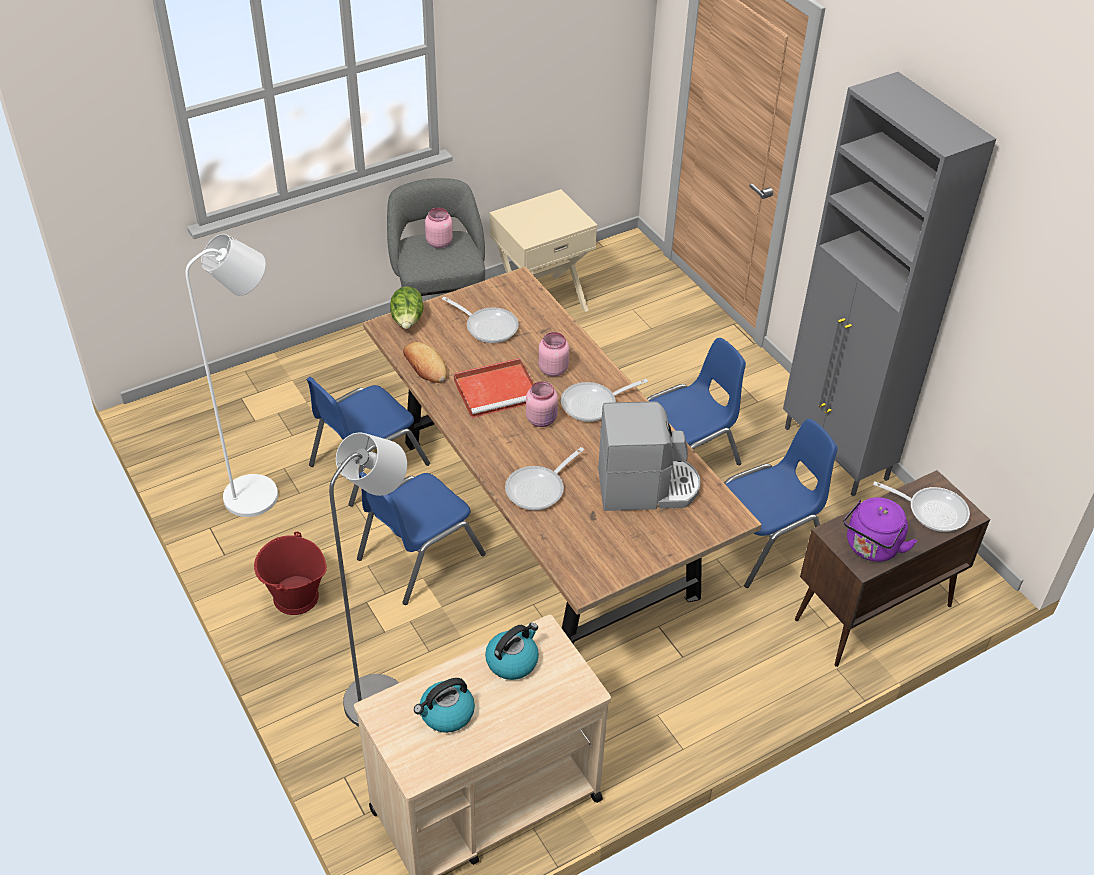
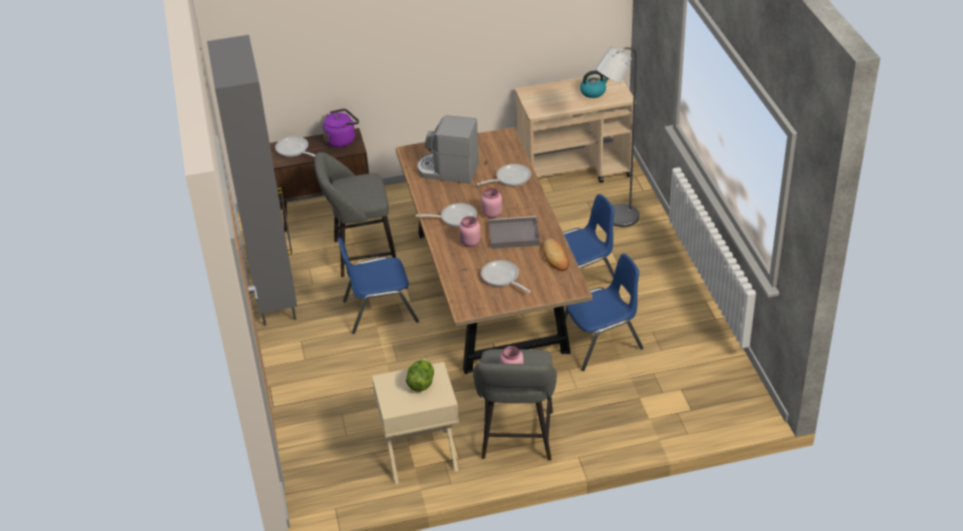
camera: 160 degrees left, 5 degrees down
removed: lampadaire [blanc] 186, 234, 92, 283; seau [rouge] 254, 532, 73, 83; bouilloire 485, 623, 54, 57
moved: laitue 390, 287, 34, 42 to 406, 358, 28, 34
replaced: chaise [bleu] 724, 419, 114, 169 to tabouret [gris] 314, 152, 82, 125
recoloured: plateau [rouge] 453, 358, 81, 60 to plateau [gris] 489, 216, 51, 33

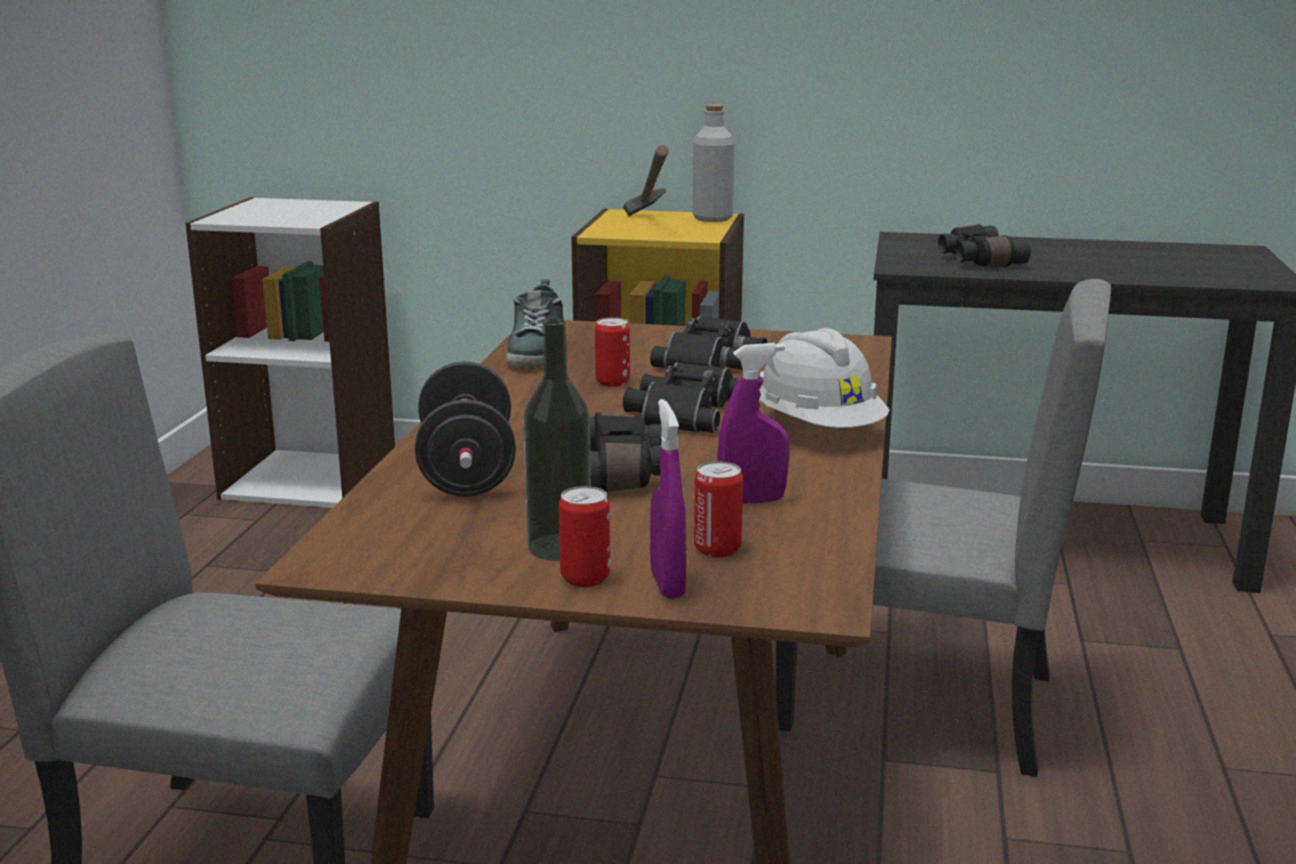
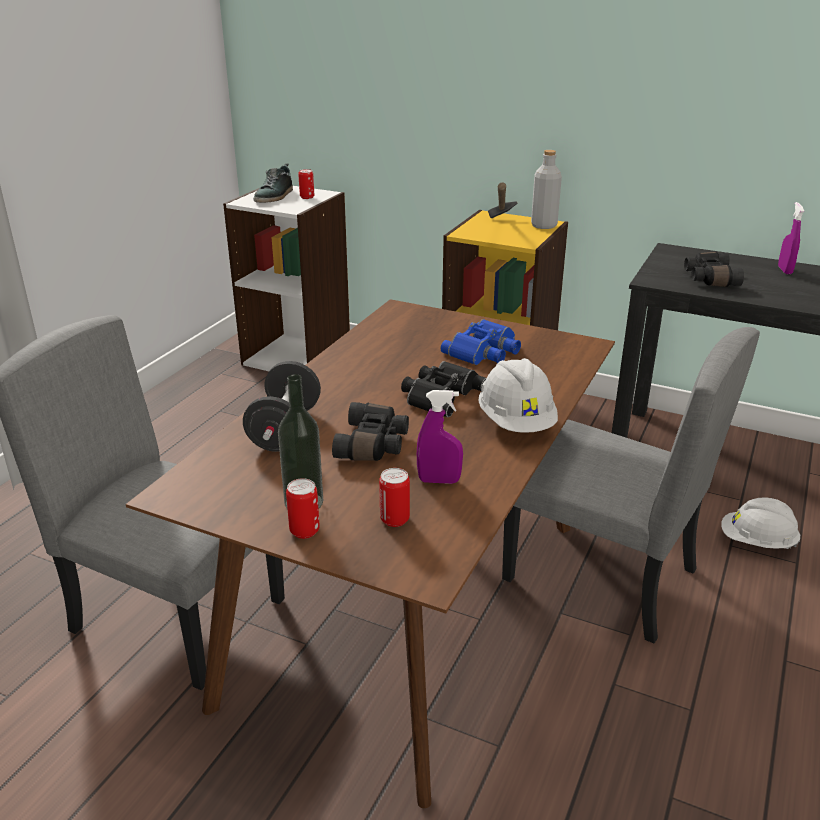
camera: 15 degrees right, 10 degrees up
added: casque de chantier [blanc] 721, 497, 79, 52
moved: chaussure 506, 279, 57, 88 to 253, 163, 40, 40; boîte métallique 595, 317, 35, 70 to 298, 169, 16, 30; vaporisateur [violet] 650, 399, 36, 200 to 778, 202, 26, 72
recoloured: jumelles [noir] 650, 316, 118, 54 to jumelles [bleu] 440, 319, 81, 46

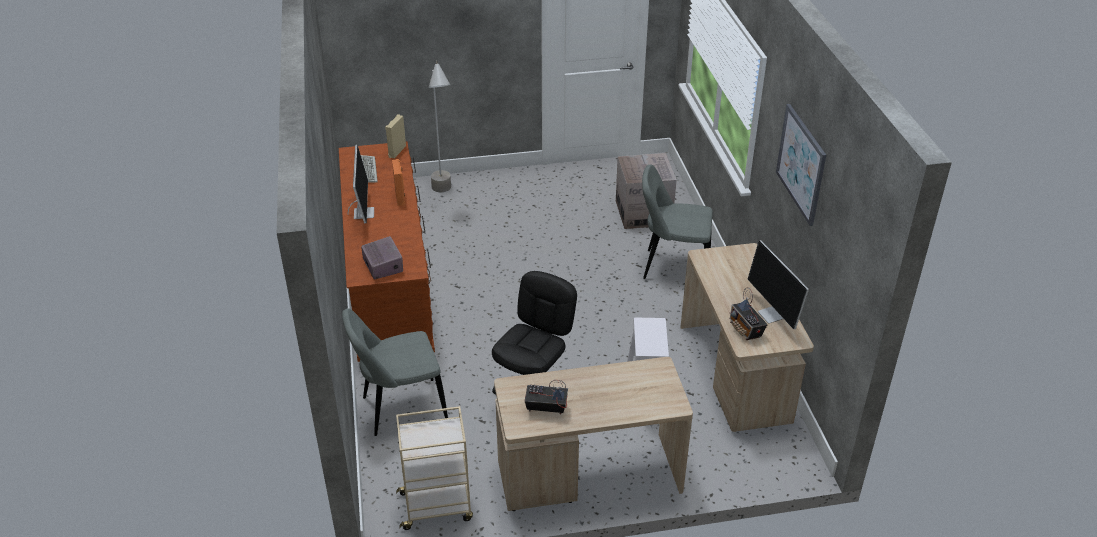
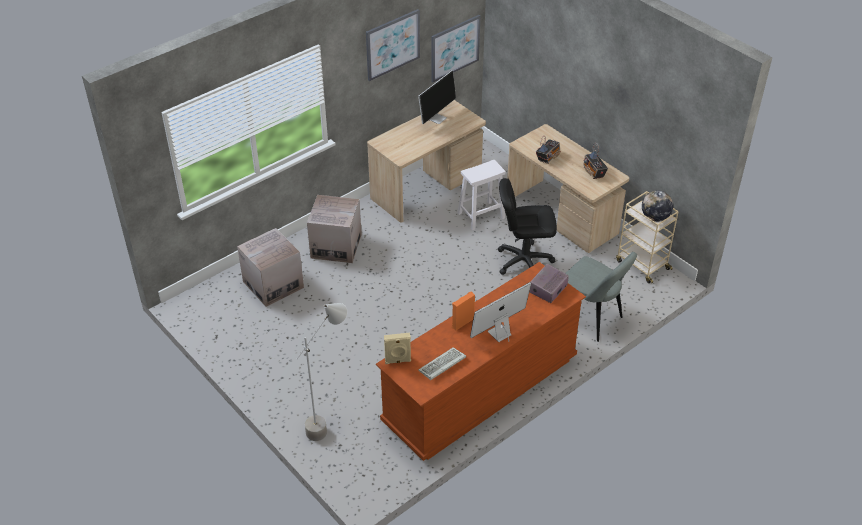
camera: 120 degrees left, 5 degrees up
added: tableau 431, 15, 49, 68; globe 642, 191, 31, 31
moved: radio 730, 287, 38, 53 to 536, 137, 25, 27
replaced: chaise [gris] 642, 165, 71, 114 to carton 307, 195, 55, 68

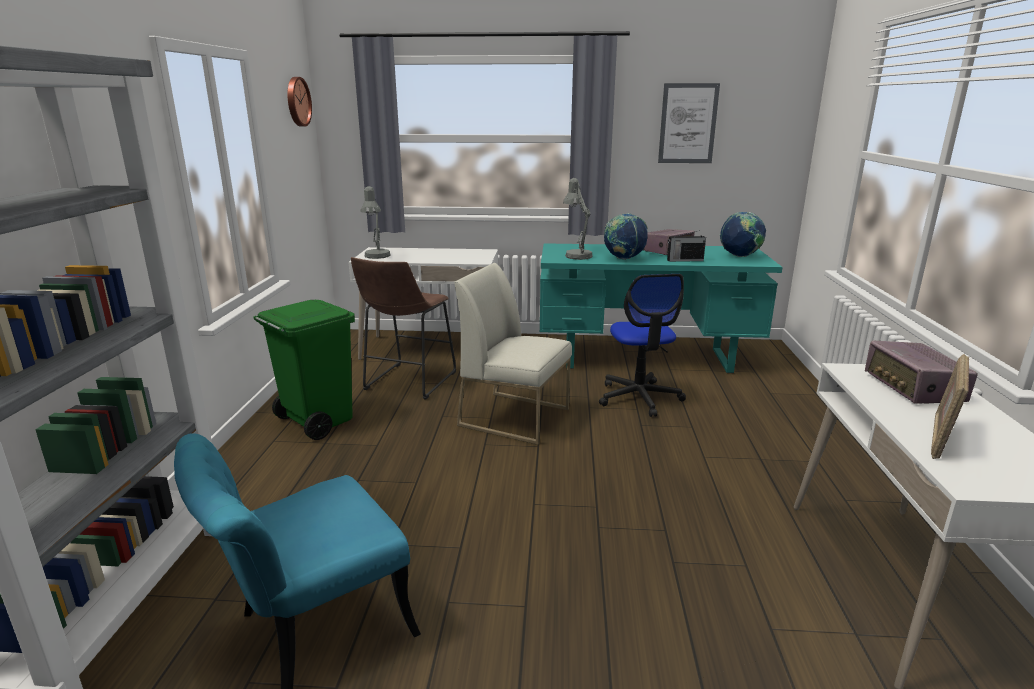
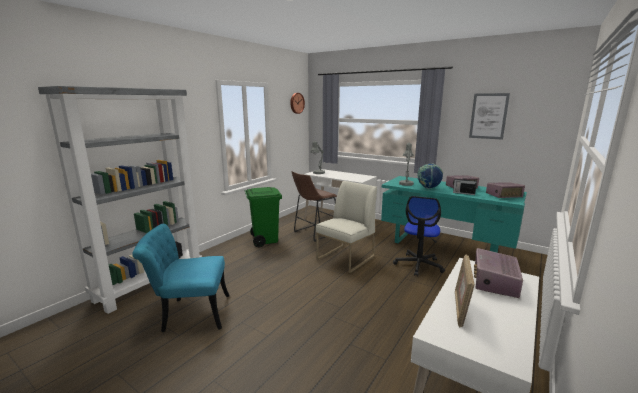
camera: 30 degrees right, 5 degrees down
replaced: globe 720, 212, 46, 45 to radio 486, 182, 39, 16
turned: chaise [blanc] 454, 263, 118, 182 = 316, 181, 61, 92 75 degrees clockwise; cadre photo 931, 354, 38, 105 = 455, 255, 20, 73 45 degrees counterclockwise

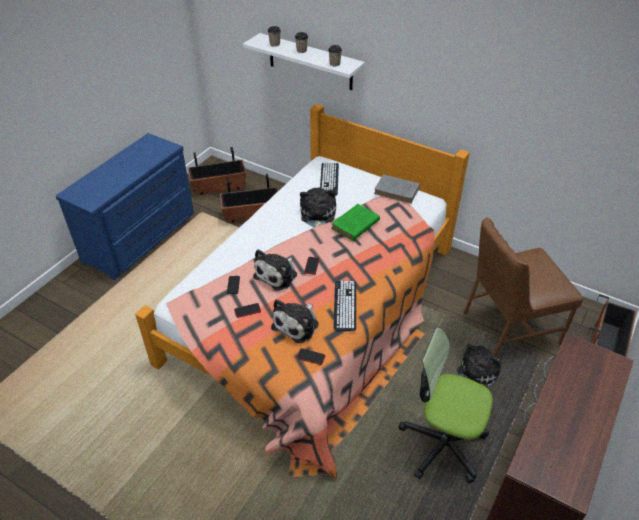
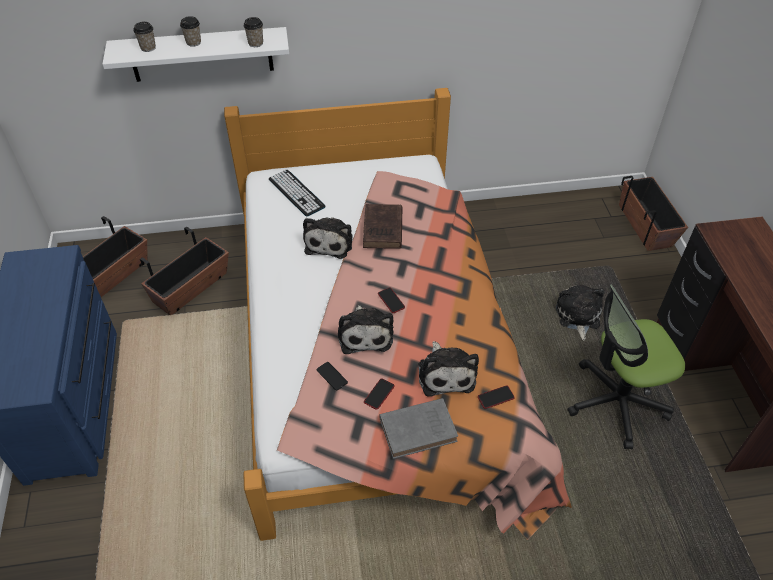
camera: 40 degrees left, 5 degrees up
removed: clavier 333, 281, 23, 50; chaise [marron] 463, 217, 120, 140
moved: livre [gris] 374, 174, 46, 30 to 379, 398, 79, 61
recoloured: livre [vert] 331, 204, 49, 37 to livre [marron] 363, 204, 39, 45
turned: peluche 300, 188, 36, 40 = 303, 217, 50, 42 135 degrees counterclockwise

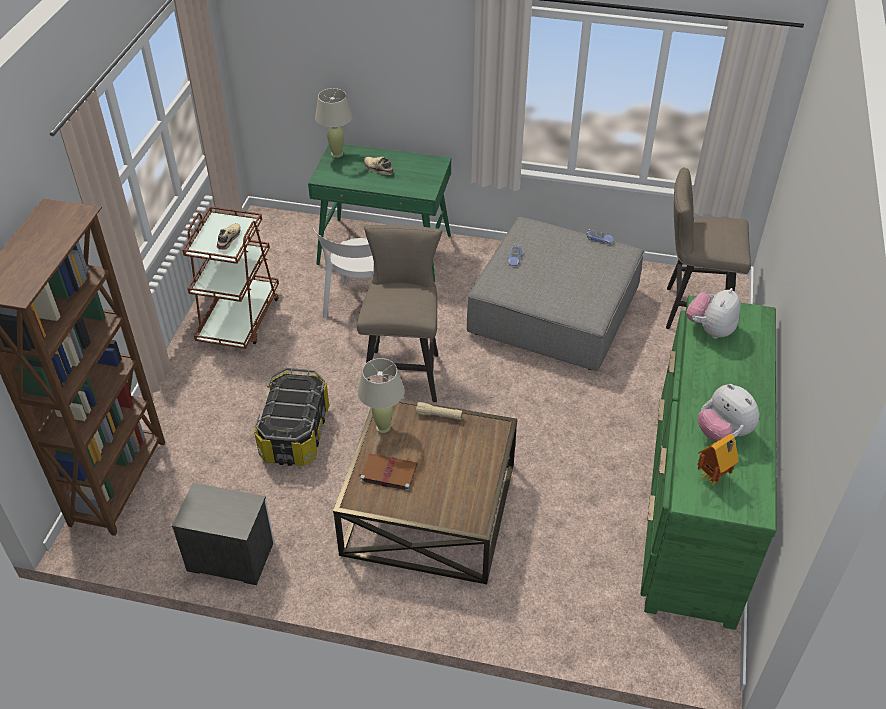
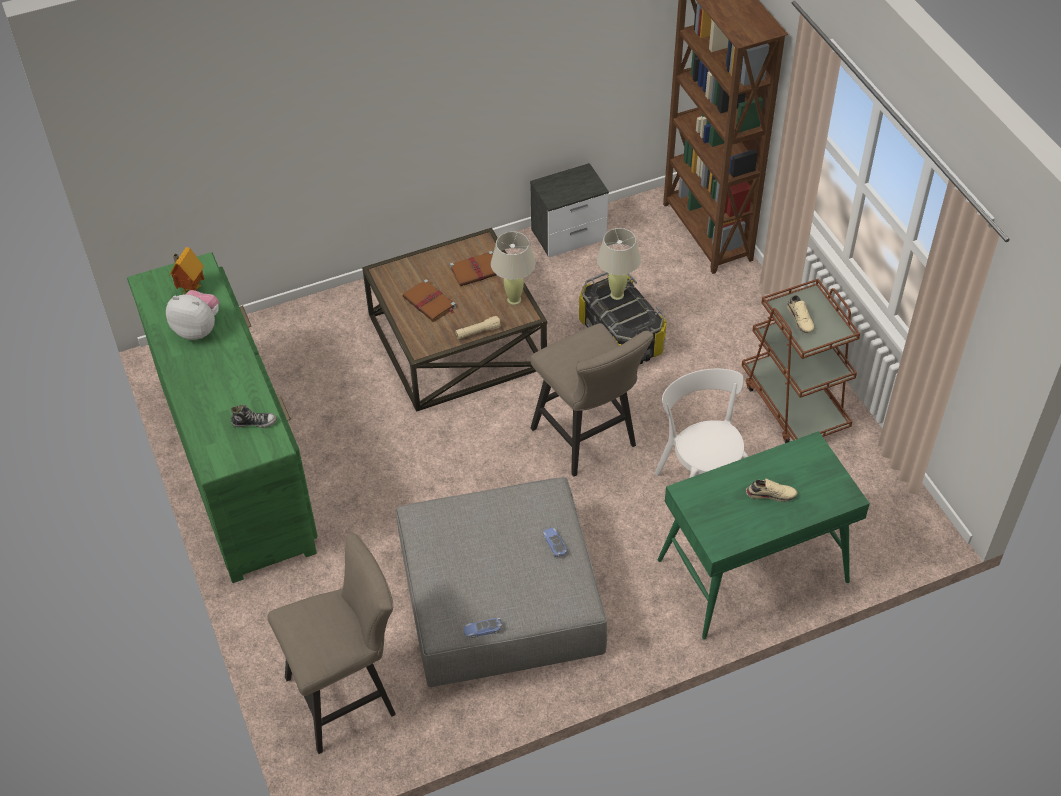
camera: 145 degrees right, 5 degrees up
added: livre [marron] 403, 279, 53, 43
moved: lampe de table [beige] 315, 88, 38, 70 to 597, 228, 44, 72
replaced: peluche 686, 288, 55, 50 to chaussure 231, 405, 46, 23

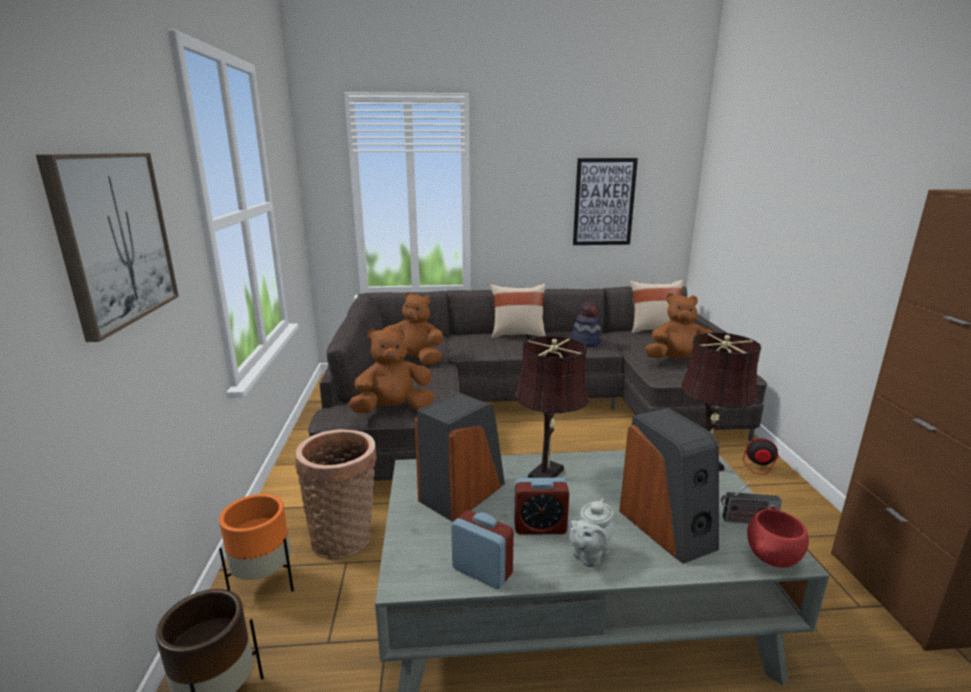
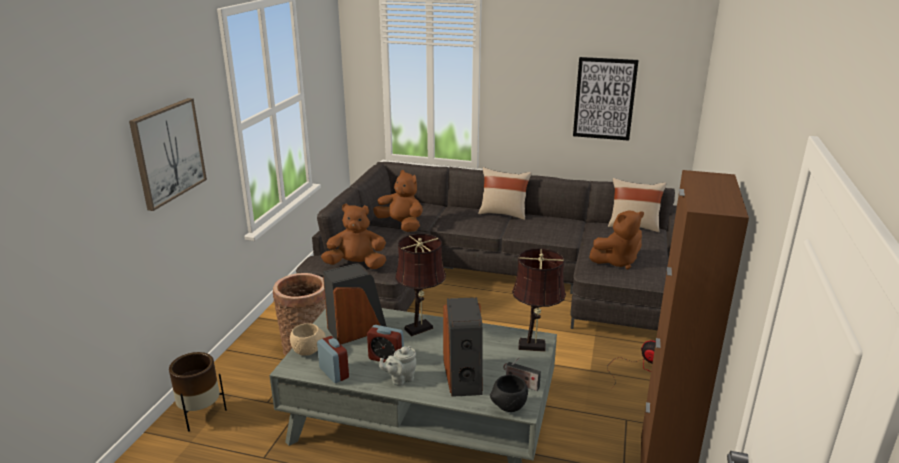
camera: 20 degrees right, 5 degrees up
removed: cache-pot [orange] 219, 494, 75, 98; chapeau 571, 302, 31, 45
added: bol [beige] 290, 323, 35, 33
recoloured: bol [rouge] 747, 509, 62, 59 to bol [noir] 490, 374, 38, 38
turned: peluche [marron] 645, 293, 69, 66 = 589, 210, 55, 59 135 degrees clockwise

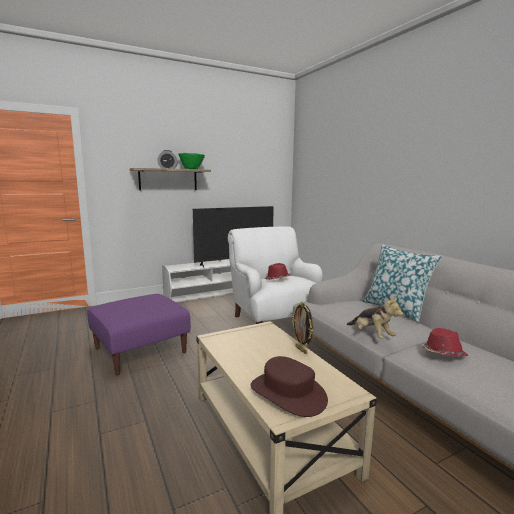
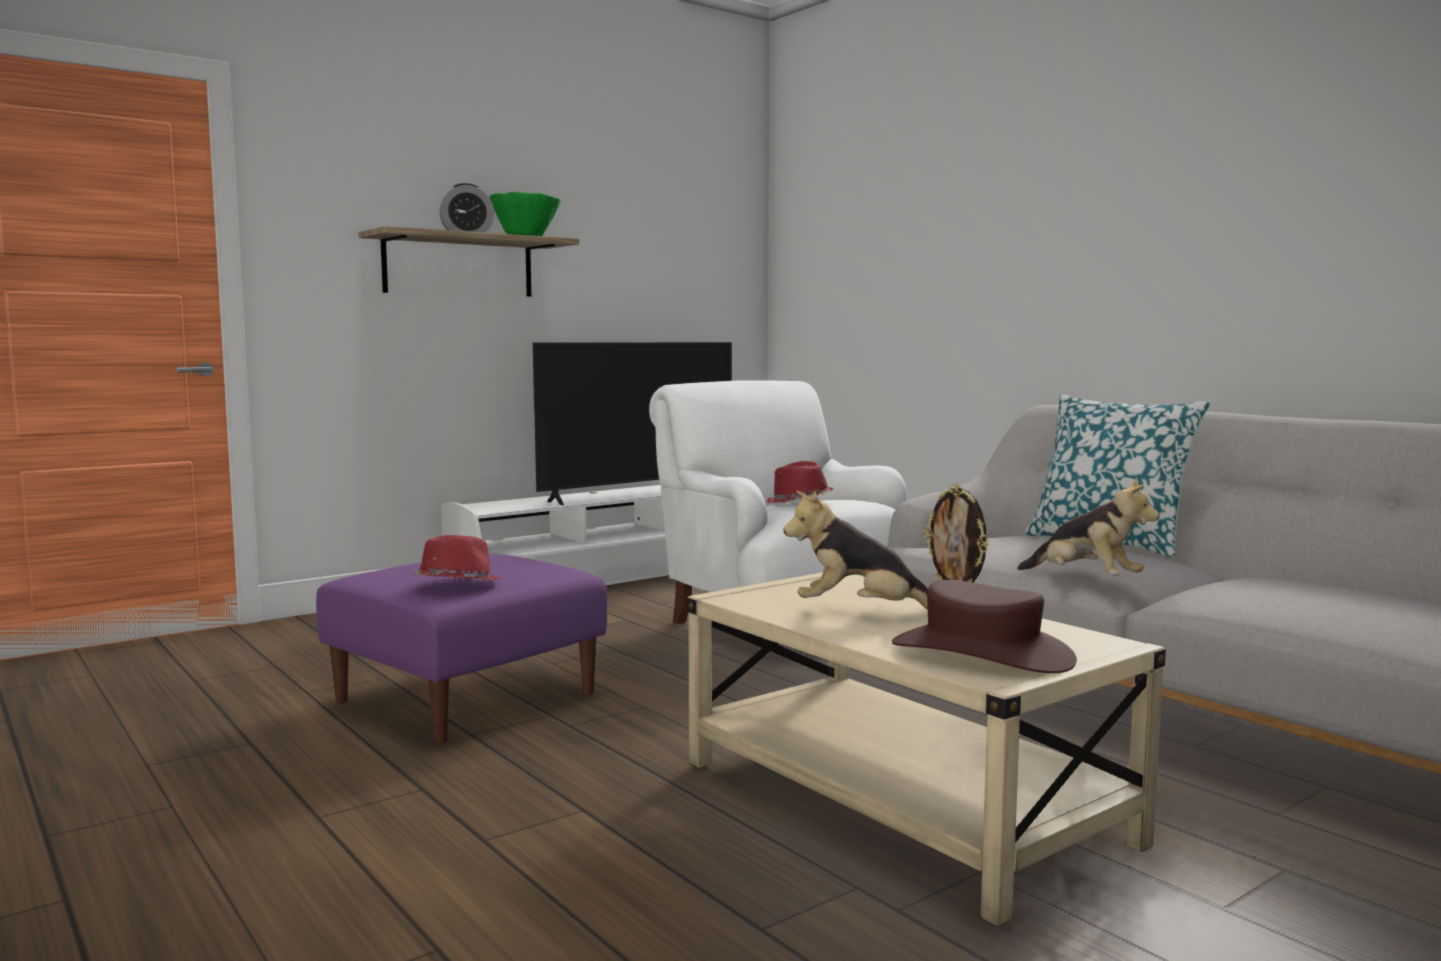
camera: 10 degrees left, 5 degrees down
added: peluche 783, 491, 145, 119
moved: chapeau [rouge] 422, 328, 46, 29 to 414, 535, 86, 45

